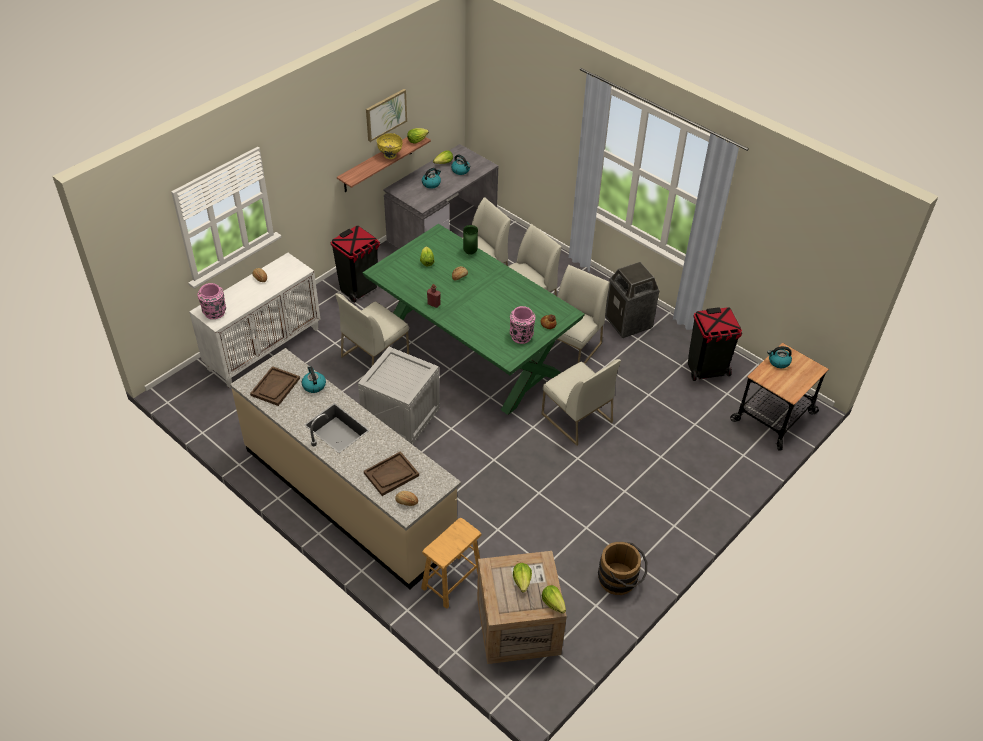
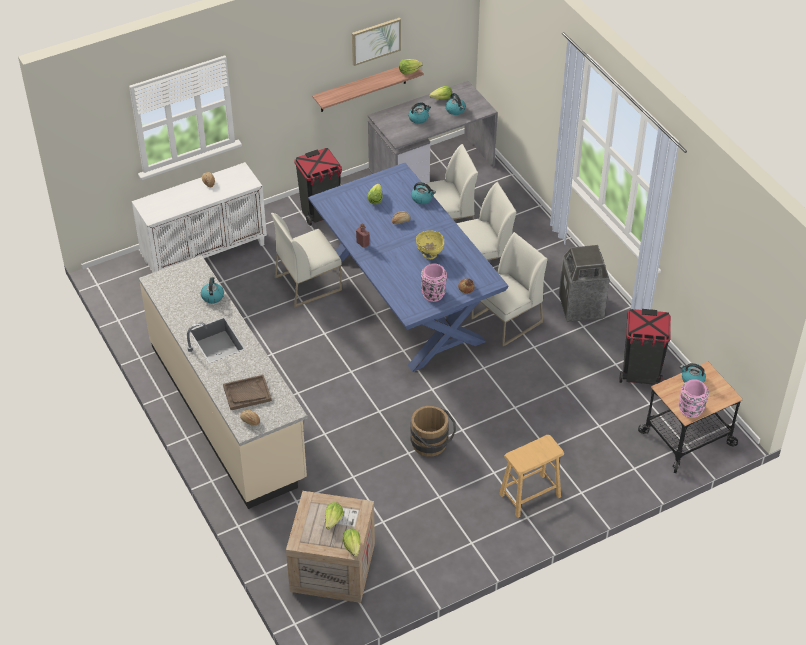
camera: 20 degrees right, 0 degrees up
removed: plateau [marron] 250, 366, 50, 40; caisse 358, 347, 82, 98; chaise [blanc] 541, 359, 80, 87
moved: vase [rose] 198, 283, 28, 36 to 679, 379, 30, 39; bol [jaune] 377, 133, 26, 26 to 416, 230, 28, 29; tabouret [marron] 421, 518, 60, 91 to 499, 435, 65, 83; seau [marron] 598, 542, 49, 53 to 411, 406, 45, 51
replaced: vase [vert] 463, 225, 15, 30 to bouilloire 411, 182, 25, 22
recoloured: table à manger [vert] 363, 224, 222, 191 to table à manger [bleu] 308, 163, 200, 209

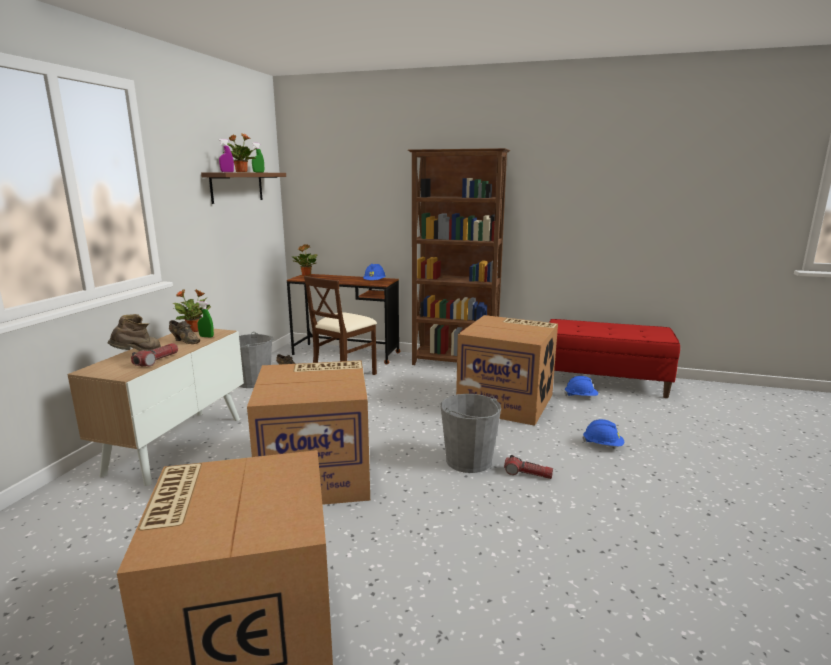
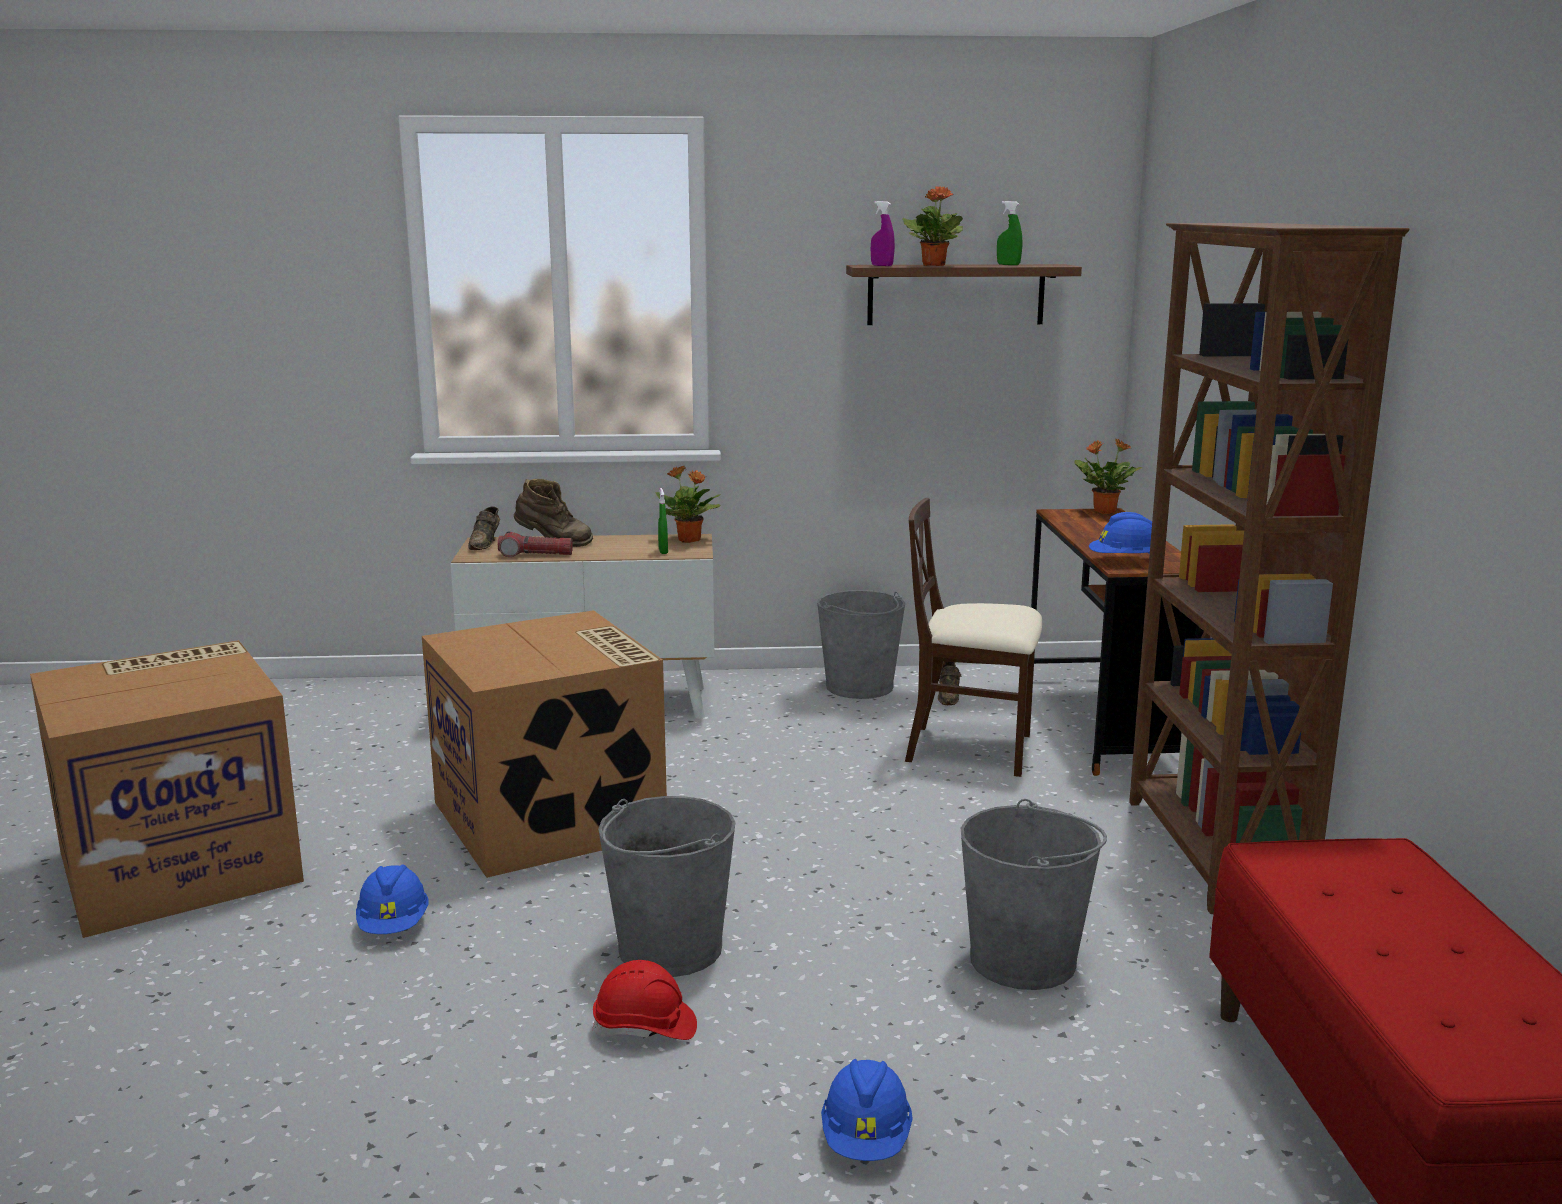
camera: 70 degrees right, 0 degrees up
moved: chaussure [marron] 169, 320, 31, 24 to 468, 506, 32, 44; casque de chantier [bleu] 564, 376, 34, 20 to 356, 864, 73, 70
replaced: carton 456, 315, 102, 111 to seau [gris] 961, 799, 146, 191; lampe de poche 504, 455, 49, 24 to casque de chantier [rouge] 592, 960, 105, 80

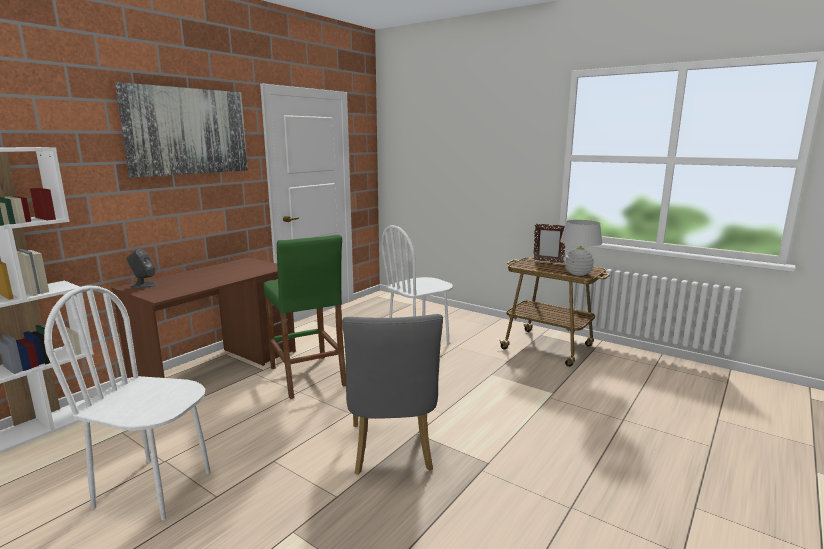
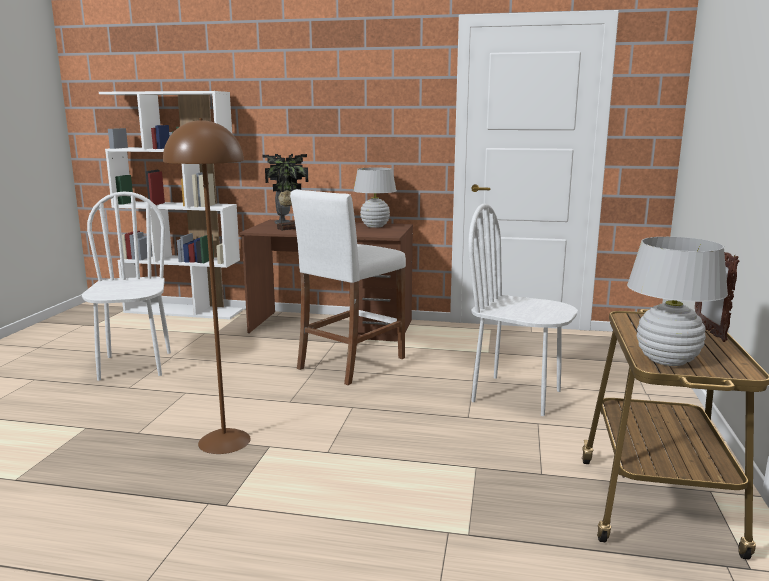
camera: 65 degrees right, 0 degrees up
removed: tableau 115, 82, 133, 95
added: plante en pot 263, 154, 45, 77; lampe de table [blanc] 354, 168, 43, 60
replaced: chaise [gris] 342, 314, 101, 161 to lampadaire [marron] 163, 118, 88, 336
recoloured: tabouret [vert] 263, 235, 83, 164 to tabouret [blanc] 290, 189, 116, 196

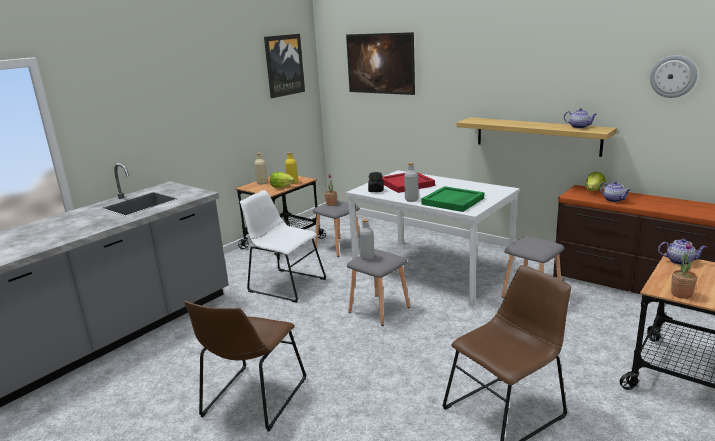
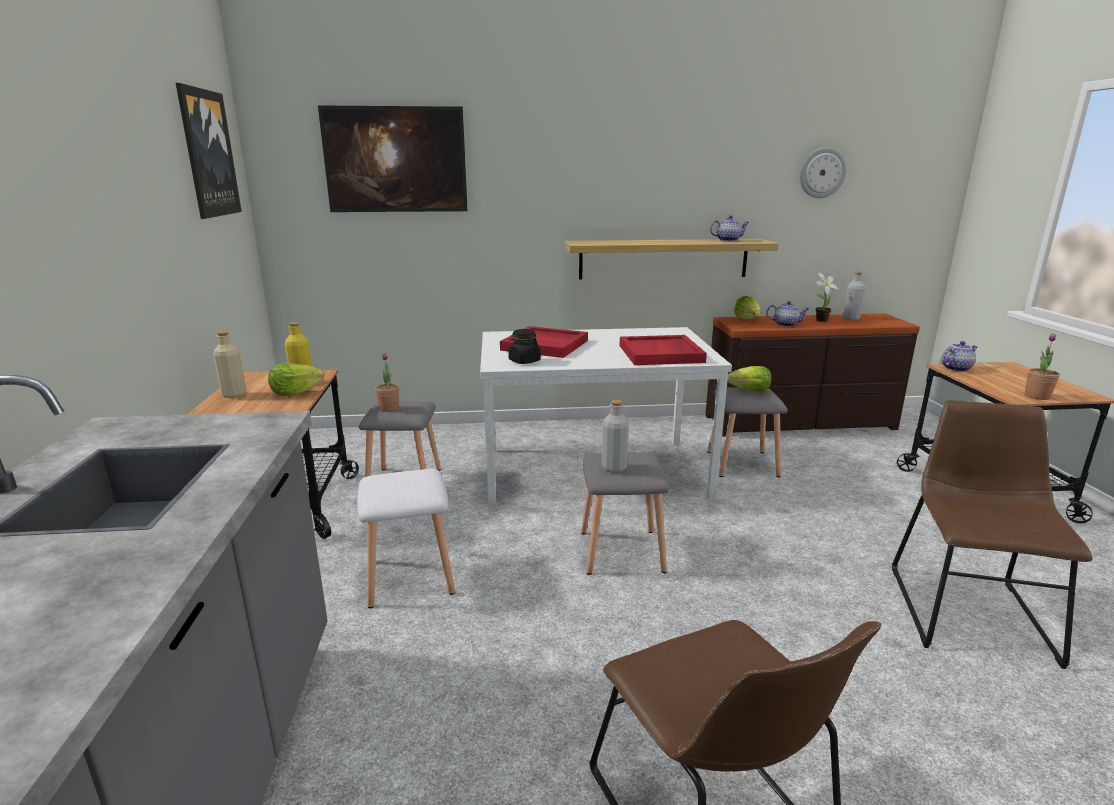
camera: 45 degrees left, 0 degrees up
added: laitue 727, 366, 44, 26; plante en pot 814, 273, 25, 49
moved: bouteille [gris] 404, 162, 15, 40 to 842, 272, 23, 48
replaced: chaise [blanc] 240, 190, 86, 113 to tabouret [blanc] 357, 469, 98, 139
recoloured: plateau [vert] 421, 186, 63, 26 to plateau [rouge] 619, 335, 88, 30

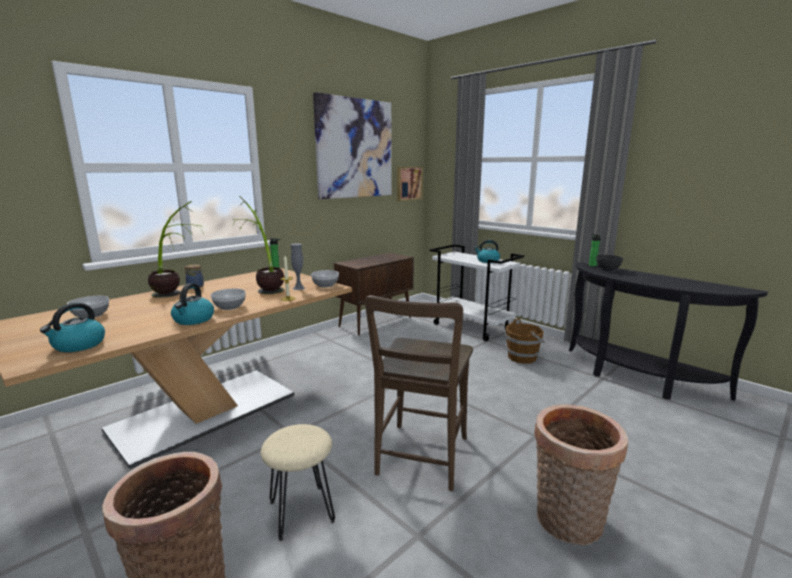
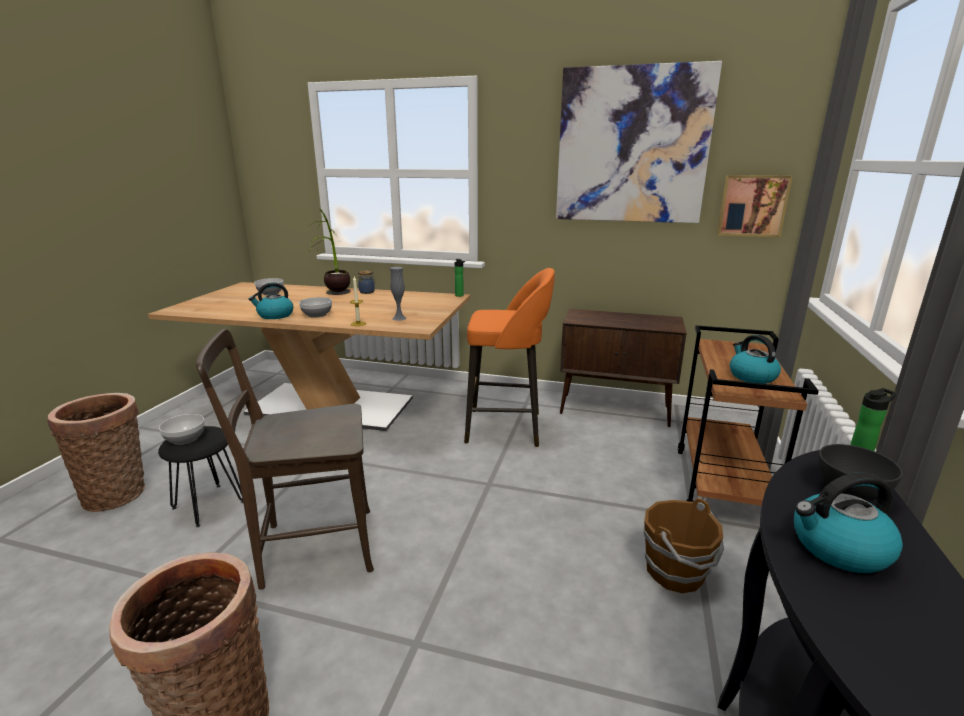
camera: 60 degrees right, 5 degrees up
removed: plante en pot 232, 196, 52, 98
added: tabouret [orange] 464, 268, 91, 179
moved: bouilloire 40, 303, 65, 49 to 794, 472, 109, 101; bol 311, 270, 28, 18 to 159, 414, 46, 31
recoloured: tabouret [beige] 261, 424, 74, 117 to tabouret [noir] 158, 426, 85, 101; chariot [blanc] 429, 244, 95, 97 to chariot [marron] 678, 325, 141, 181

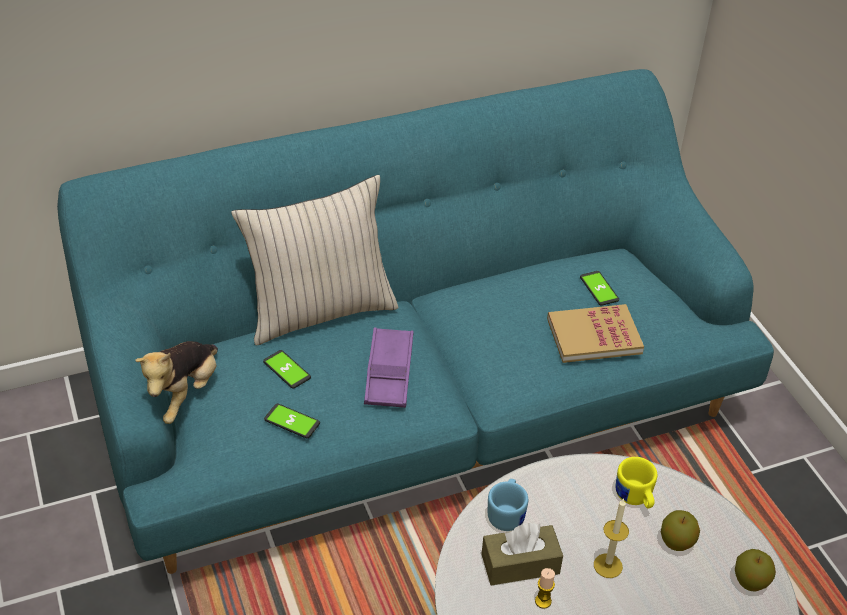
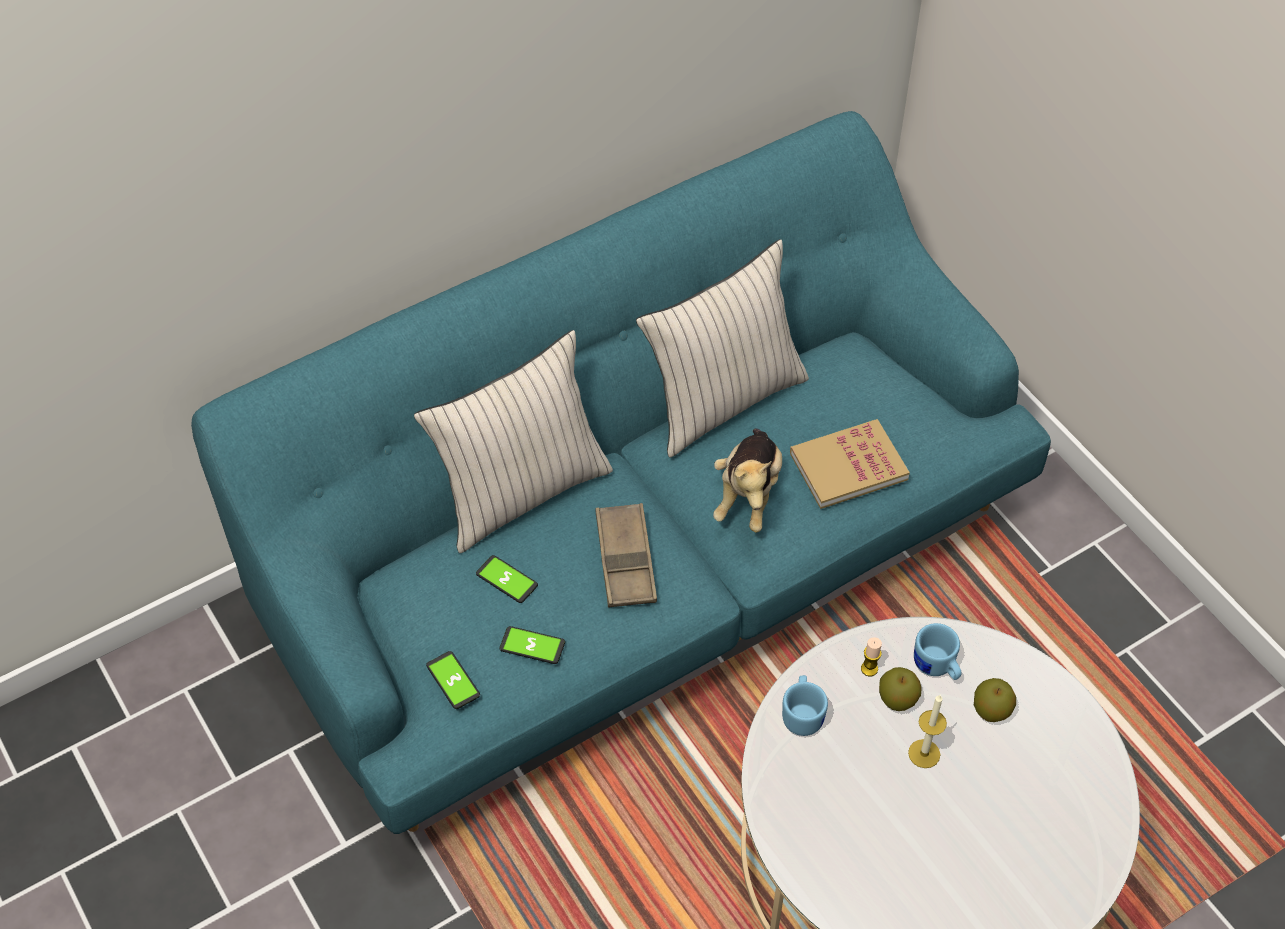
camera: 10 degrees left, 10 degrees up
removed: boîte à mouchoirs [marron] 481, 523, 82, 62
added: coussin [beige] 636, 239, 173, 219
moved: peluche 135, 341, 83, 83 to 713, 428, 69, 105; bougie 535, 568, 20, 41 to 861, 637, 21, 39; téléphone 580, 271, 39, 35 to 426, 651, 54, 58; pomme 735, 549, 41, 43 to 879, 667, 43, 44
recoloured: plateau [violet] 364, 327, 50, 81 to plateau [marron] 595, 503, 62, 105; mug [jaune] 616, 457, 41, 52 to mug [bleu] 914, 623, 47, 57

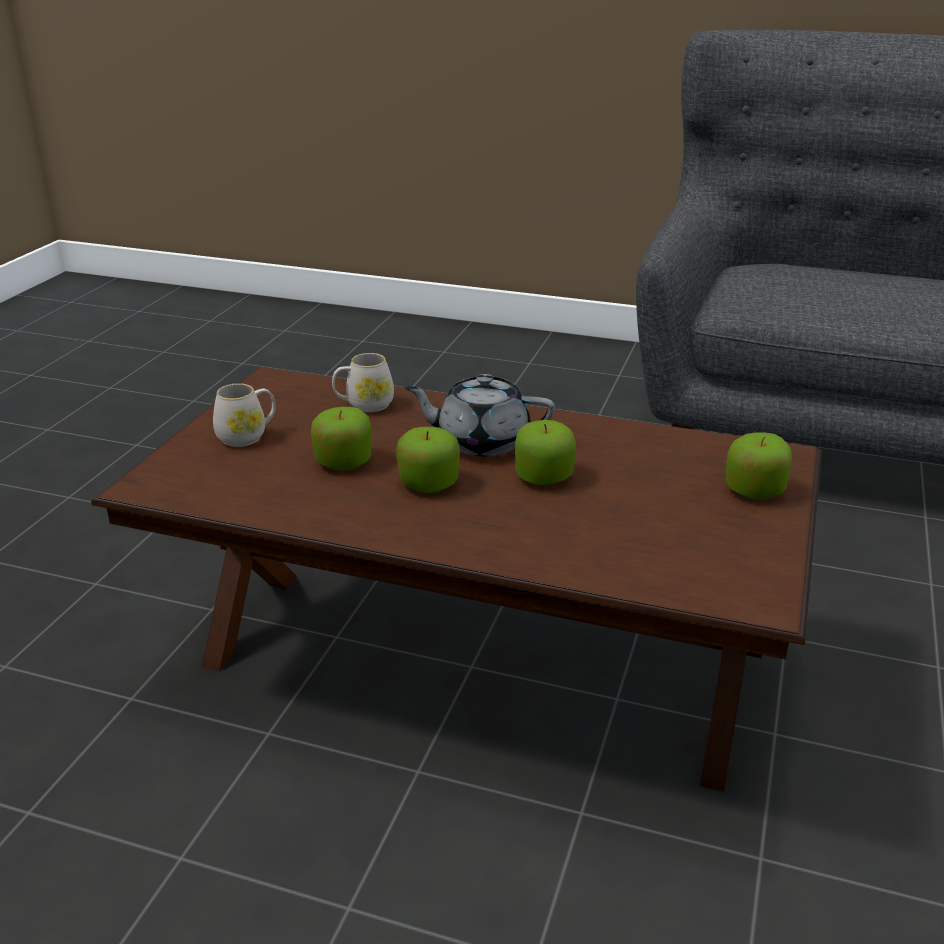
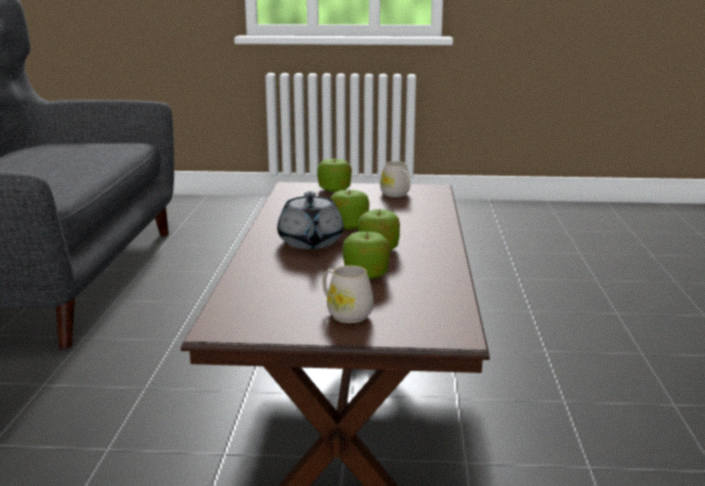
camera: 105 degrees left, 10 degrees down
moved: mug [blanc] 332, 353, 62, 59 to 380, 161, 30, 36

